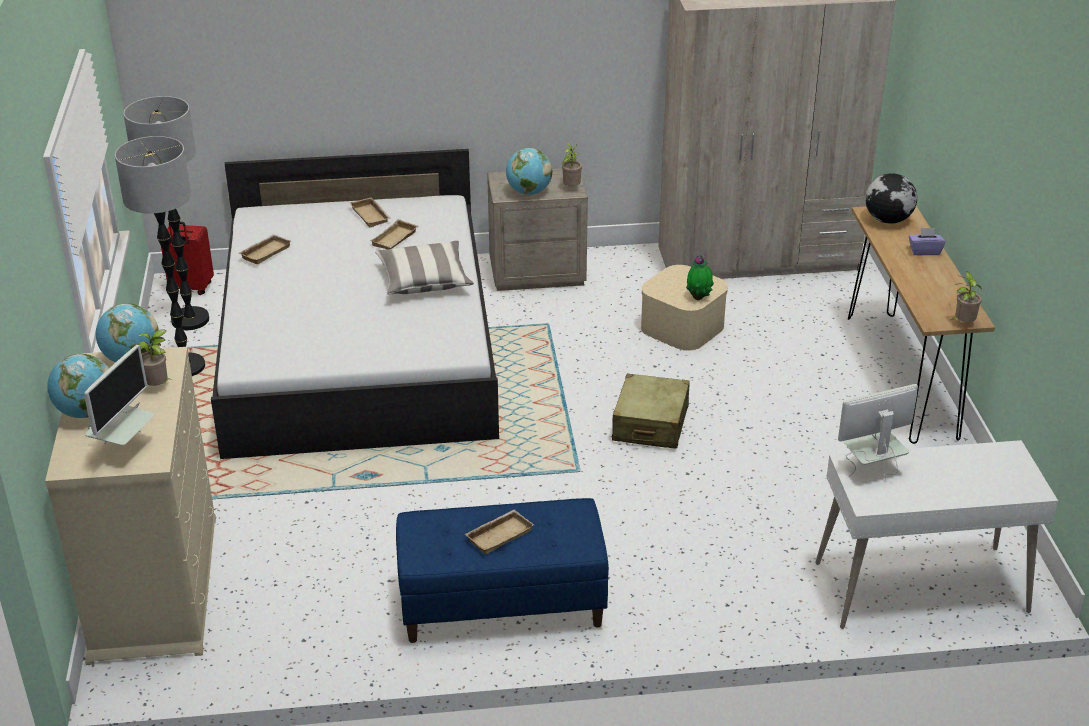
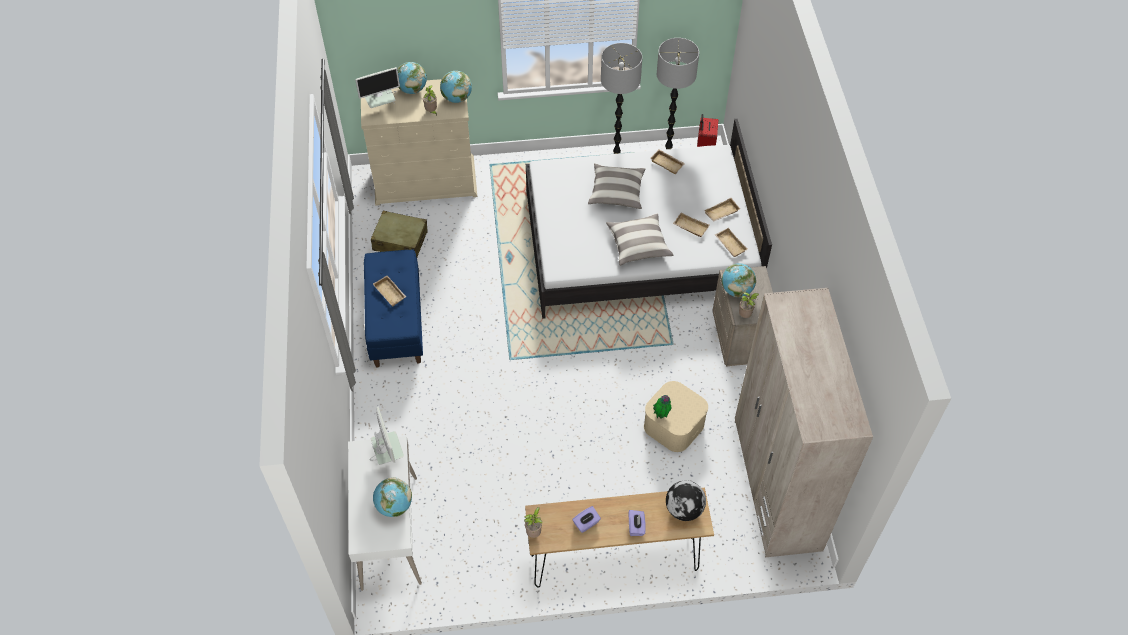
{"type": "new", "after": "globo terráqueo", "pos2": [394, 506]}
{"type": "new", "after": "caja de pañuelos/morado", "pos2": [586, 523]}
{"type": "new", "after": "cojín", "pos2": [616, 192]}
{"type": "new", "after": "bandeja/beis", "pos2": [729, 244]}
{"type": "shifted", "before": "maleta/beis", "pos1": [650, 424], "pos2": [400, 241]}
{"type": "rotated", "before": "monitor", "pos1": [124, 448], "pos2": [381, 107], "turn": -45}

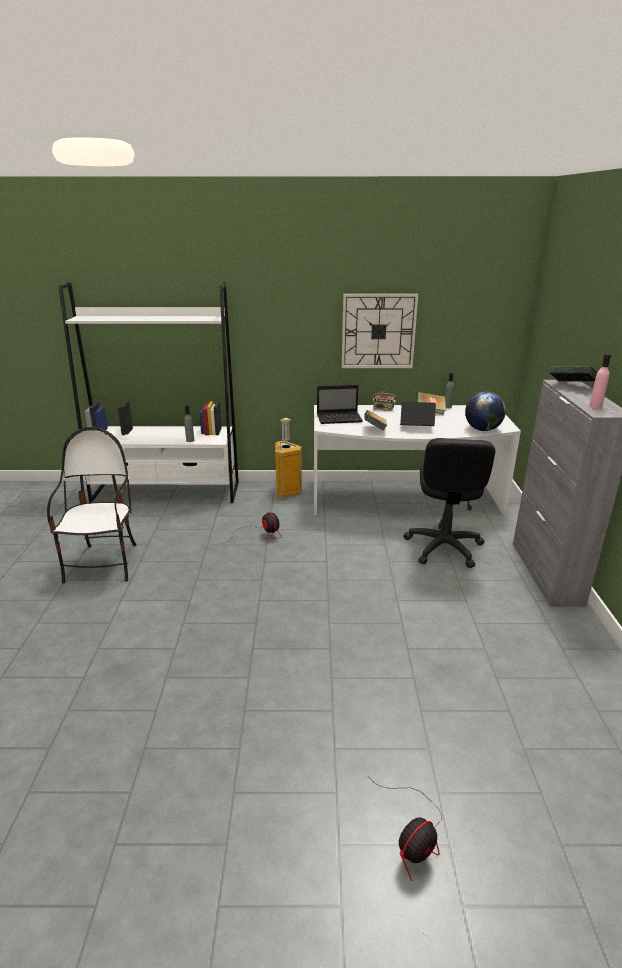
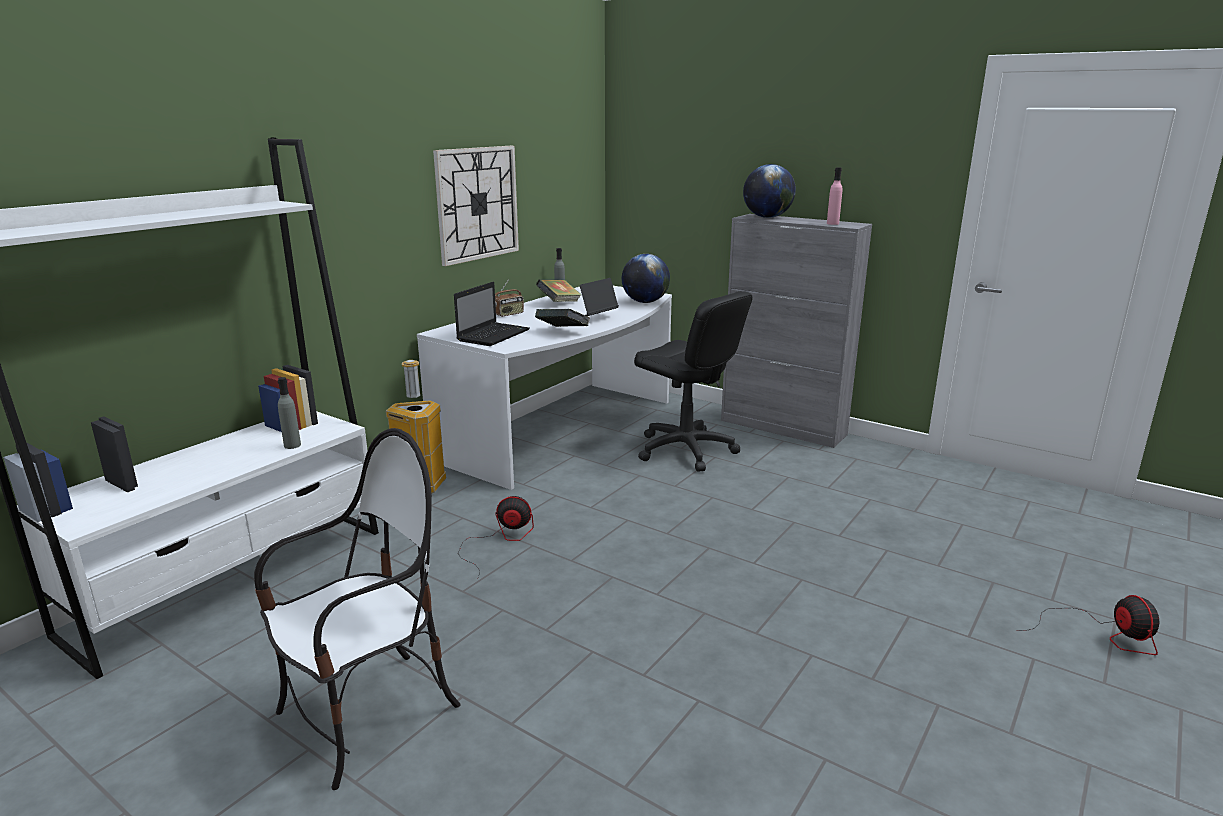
{"type": "swapped", "before": "libro", "after": "globo terráqueo", "pos1": [571, 386], "pos2": [767, 217]}
{"type": "rotated", "before": "silla", "pos1": [104, 564], "pos2": [369, 715], "turn": 105}

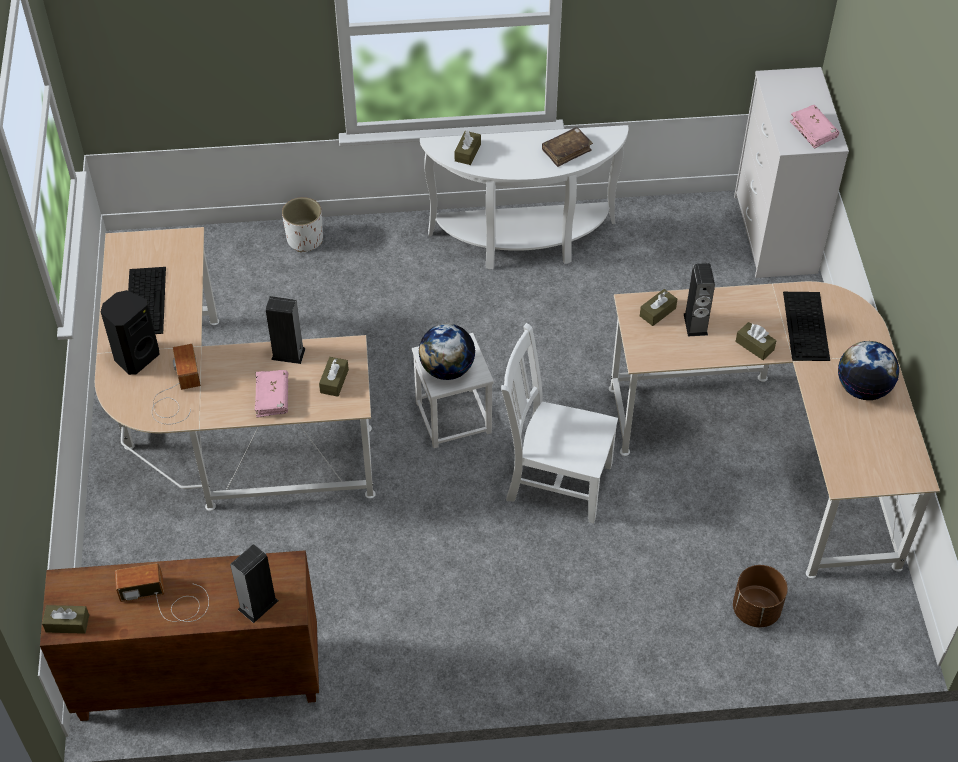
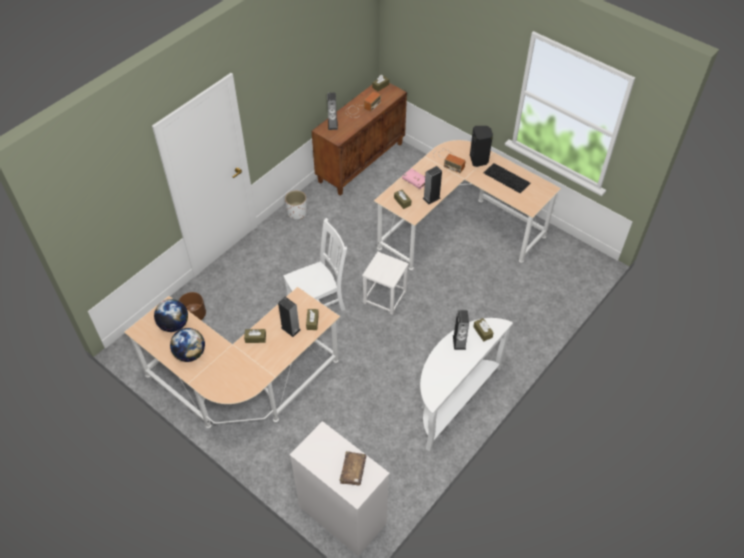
{"type": "gone", "before": "teclado", "pos1": [806, 326]}
{"type": "gone", "before": "libro/rosa", "pos1": [813, 130]}
{"type": "new", "after": "altavoz", "pos2": [459, 342]}
{"type": "shifted", "before": "maceta/blanco", "pos1": [305, 239], "pos2": [297, 213]}
{"type": "shifted", "before": "globo terráqueo", "pos1": [447, 369], "pos2": [174, 324]}
{"type": "shifted", "before": "libro/marrón", "pos1": [566, 151], "pos2": [353, 470]}

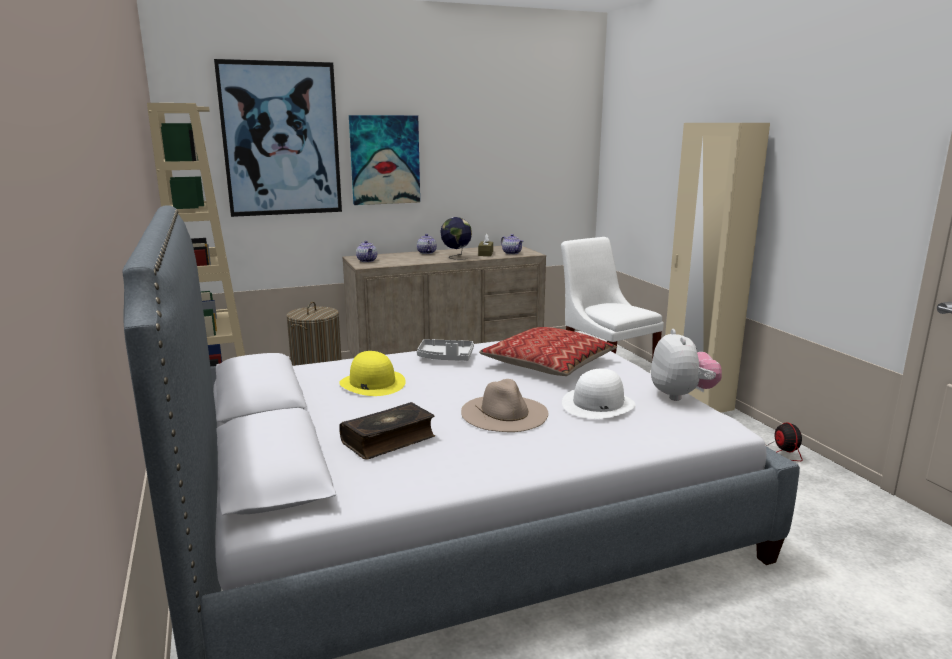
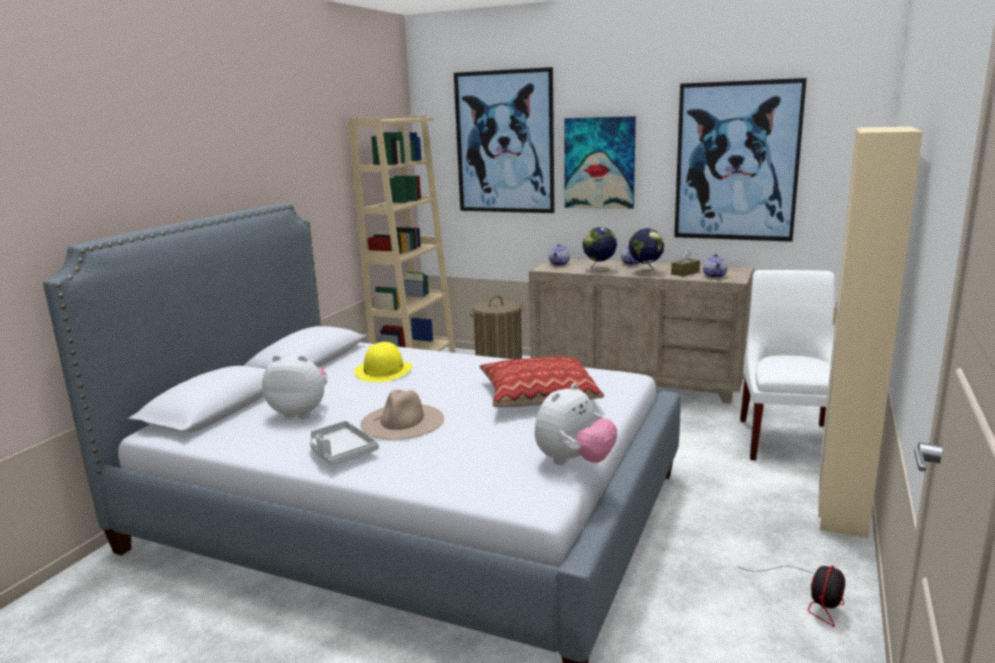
{"type": "gone", "before": "sombrero/blanco", "pos1": [598, 404]}
{"type": "new", "after": "globo terráqueo", "pos2": [599, 270]}
{"type": "new", "after": "cuadro", "pos2": [736, 162]}
{"type": "shifted", "before": "bandeja/gris", "pos1": [445, 358], "pos2": [340, 452]}
{"type": "swapped", "before": "libro", "after": "peluche", "pos1": [389, 440], "pos2": [300, 412]}

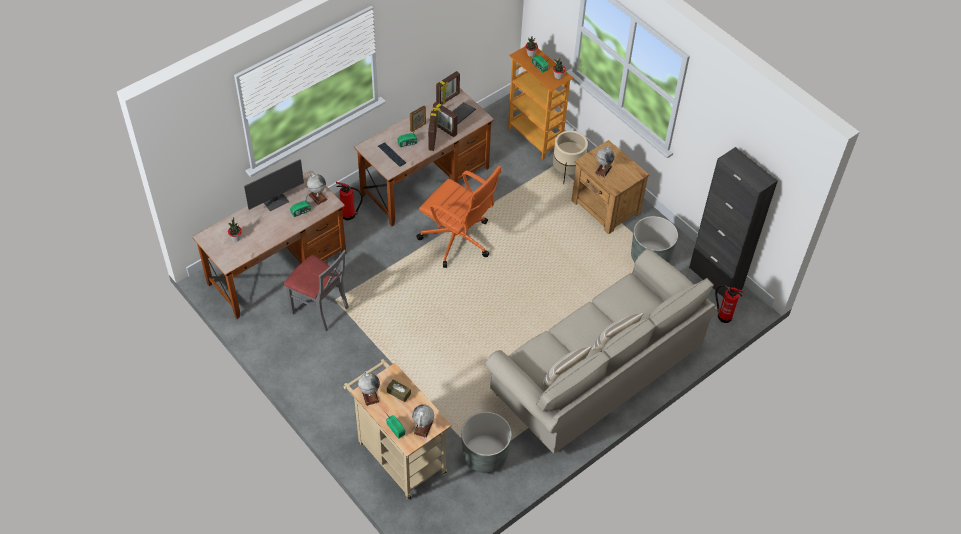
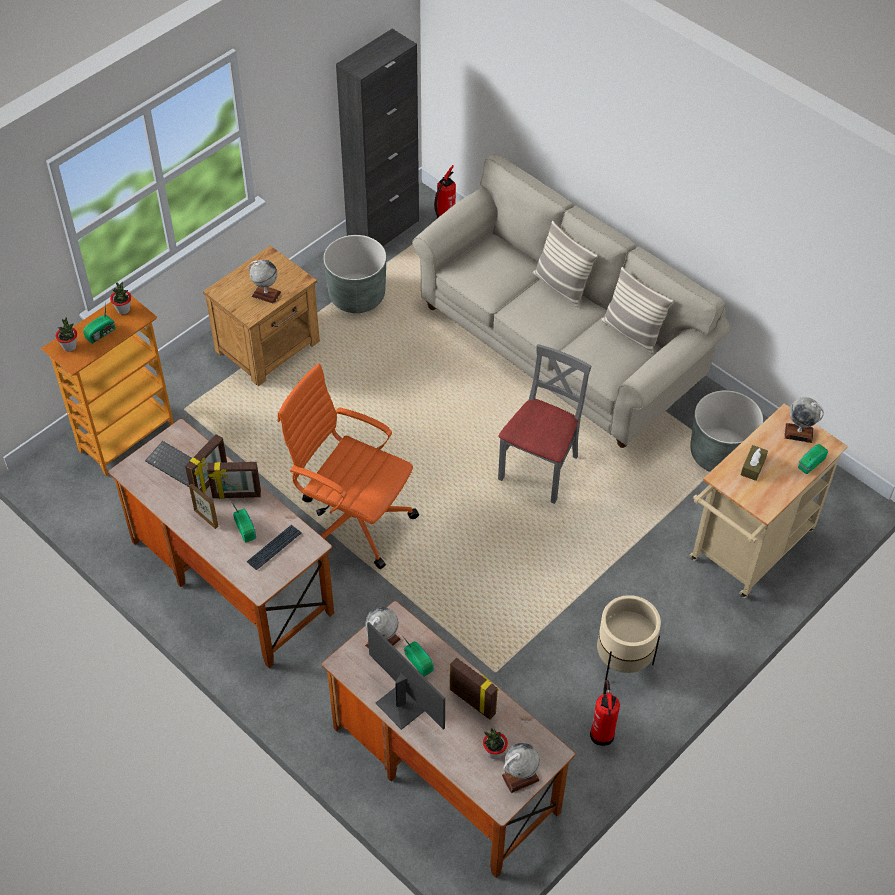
{"type": "shifted", "before": "silla/gris", "pos1": [320, 309], "pos2": [540, 469]}
{"type": "shifted", "before": "extintor", "pos1": [349, 215], "pos2": [602, 732]}
{"type": "shifted", "before": "globo terráqueo", "pos1": [370, 395], "pos2": [520, 778]}
{"type": "shifted", "before": "portarretratos", "pos1": [448, 99], "pos2": [473, 701]}
{"type": "shifted", "before": "maceta/beis", "pos1": [567, 172], "pos2": [623, 660]}
{"type": "rotated", "before": "silla de oficina/naranja", "pos1": [458, 240], "pos2": [352, 520], "turn": -90}

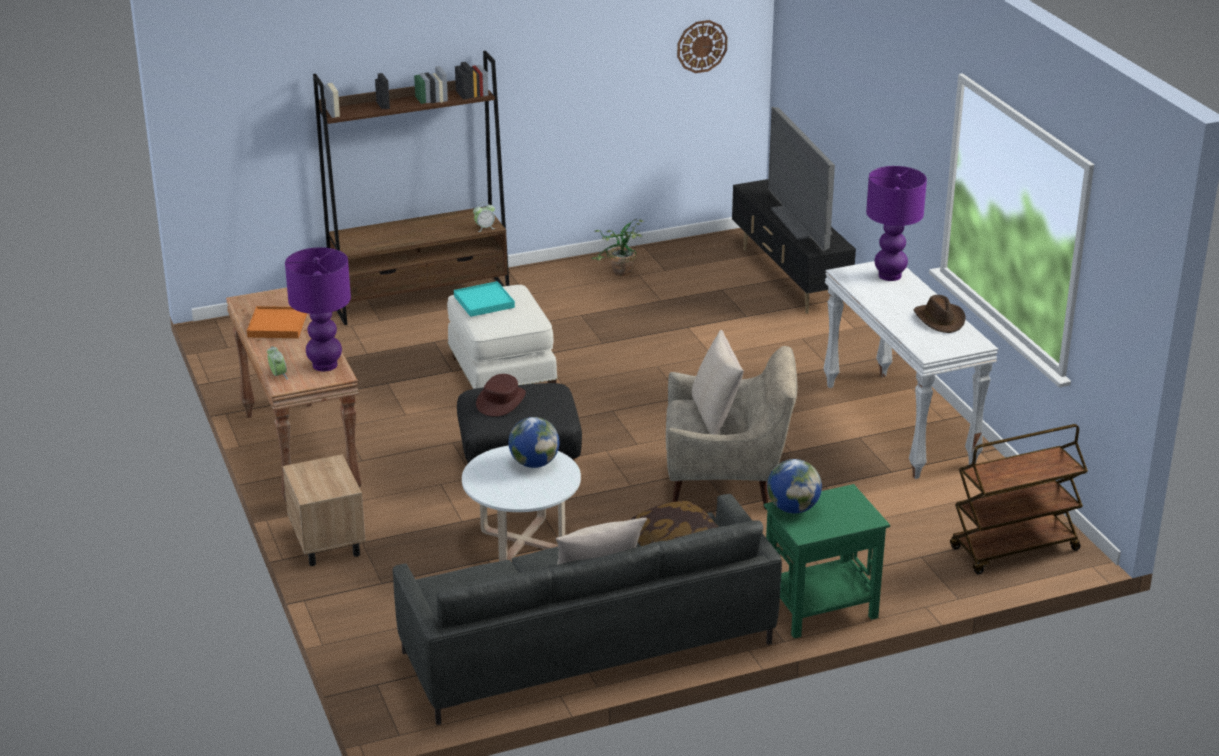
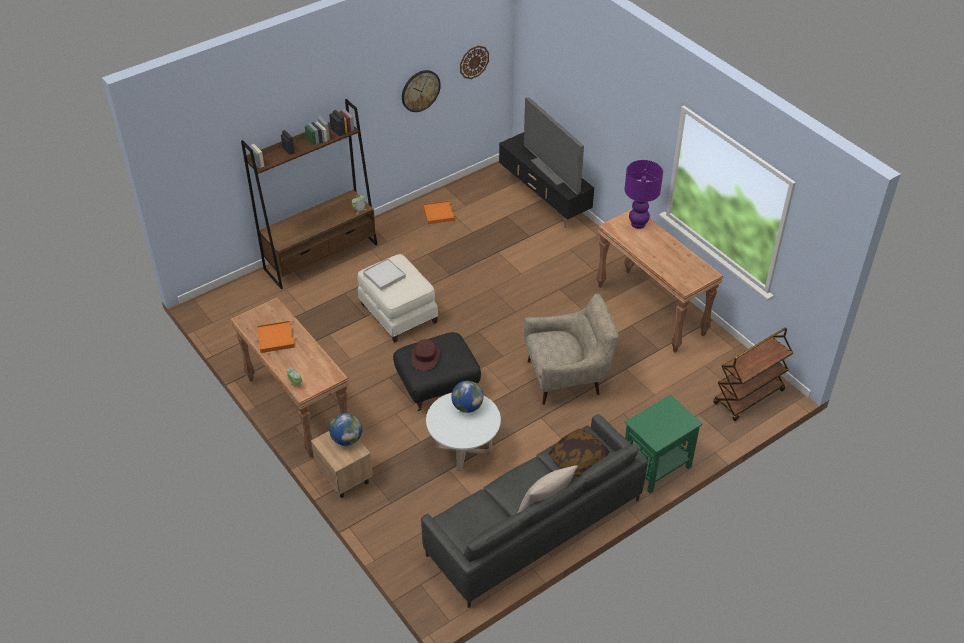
{"type": "gone", "before": "lámpara de mesa/morado", "pos1": [325, 365]}
{"type": "gone", "before": "cojín/beis", "pos1": [715, 416]}
{"type": "gone", "before": "sombrero/marrón", "pos1": [940, 319]}
{"type": "new", "after": "reloj de pared", "pos2": [420, 90]}
{"type": "shifted", "before": "globo terráqueo", "pos1": [793, 508], "pos2": [346, 439]}
{"type": "swapped", "before": "planta en maceta", "after": "bandeja/naranja", "pos1": [619, 274], "pos2": [438, 214]}
{"type": "repainted", "before": "bandeja/turquesa", "after": "bandeja/blanco", "pos1": [484, 302], "pos2": [384, 275]}
{"type": "repainted", "before": "mesa consola/blanco", "after": "mesa consola/marrón", "pos1": [900, 424], "pos2": [651, 310]}

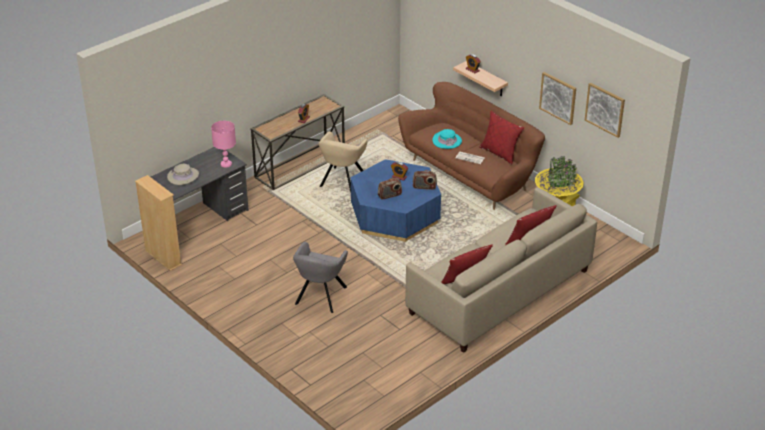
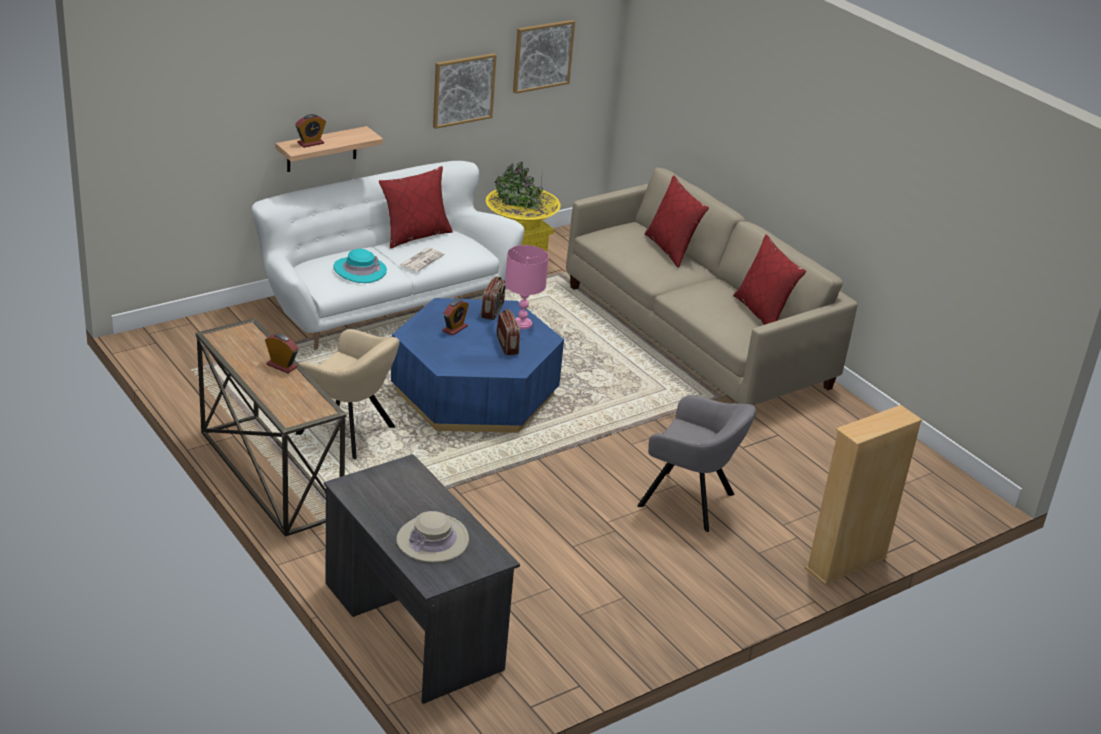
{"type": "shifted", "before": "estantería/beis", "pos1": [163, 257], "pos2": [846, 563]}
{"type": "shifted", "before": "lámpara de mesa/rosa", "pos1": [226, 164], "pos2": [521, 324]}
{"type": "repainted", "before": "sofá/marrón", "after": "sofá/blanco", "pos1": [471, 174], "pos2": [382, 305]}

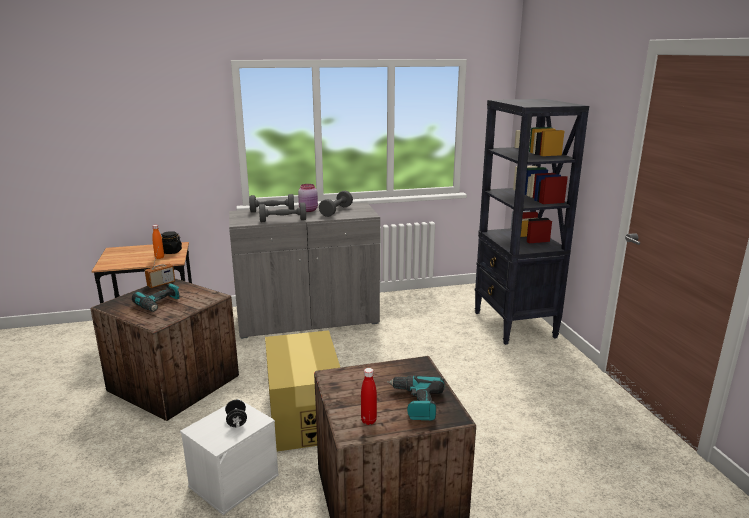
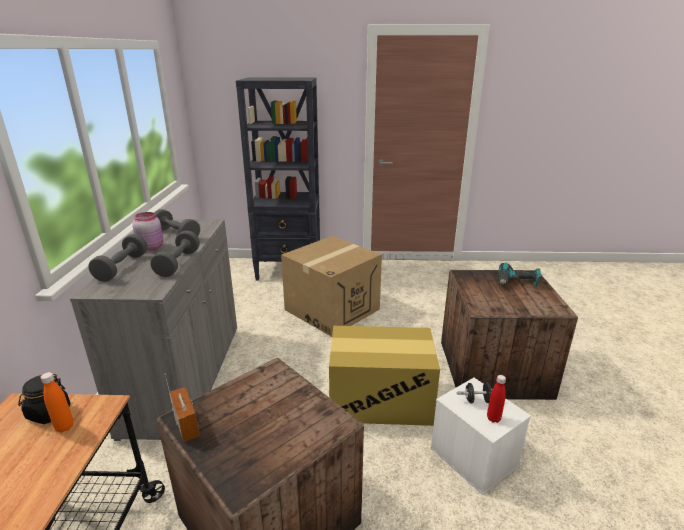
{"type": "gone", "before": "taladro", "pos1": [160, 304]}
{"type": "new", "after": "caja de cartón", "pos2": [332, 309]}
{"type": "shifted", "before": "botella/rojo", "pos1": [368, 421], "pos2": [493, 418]}

